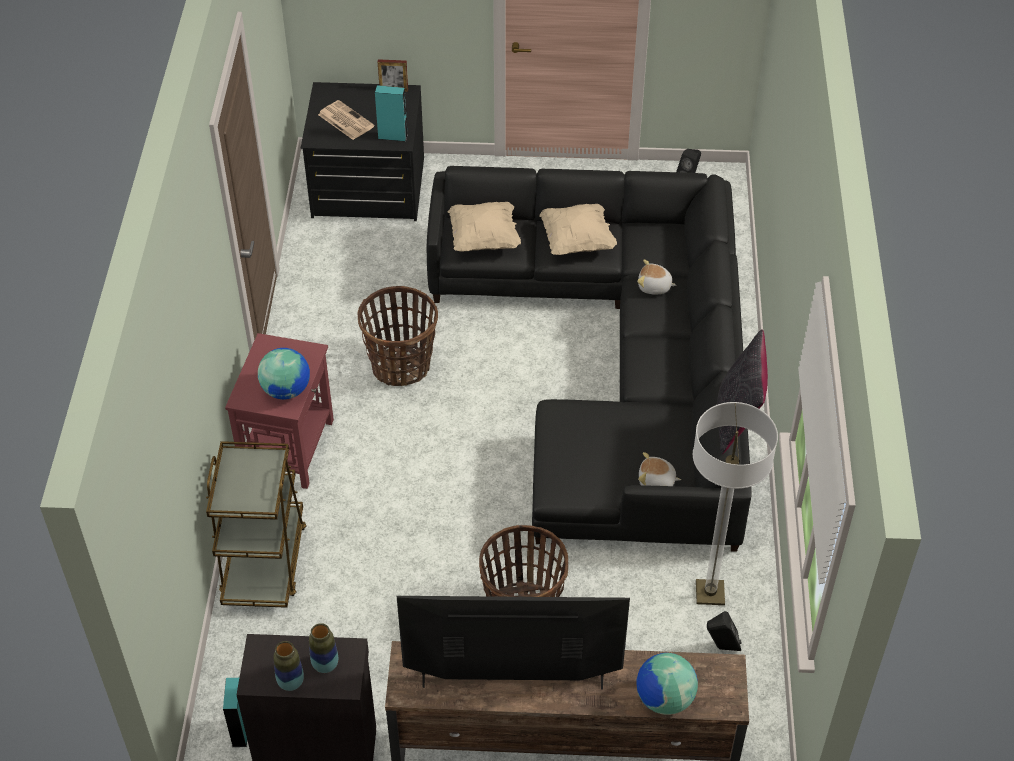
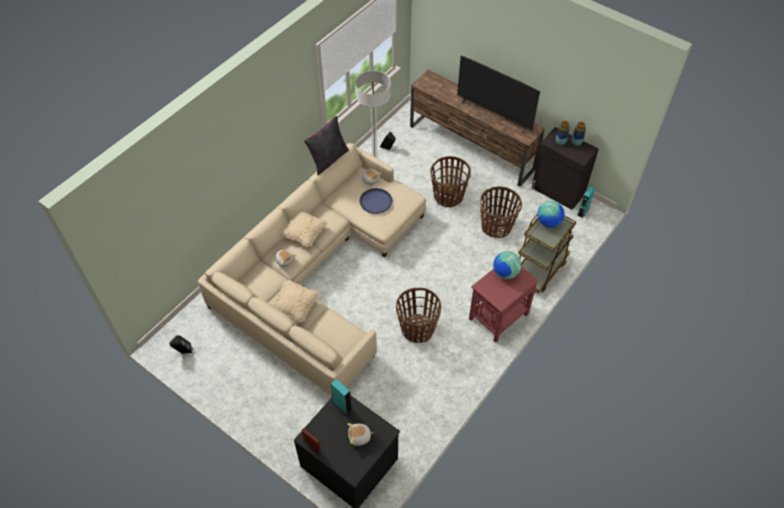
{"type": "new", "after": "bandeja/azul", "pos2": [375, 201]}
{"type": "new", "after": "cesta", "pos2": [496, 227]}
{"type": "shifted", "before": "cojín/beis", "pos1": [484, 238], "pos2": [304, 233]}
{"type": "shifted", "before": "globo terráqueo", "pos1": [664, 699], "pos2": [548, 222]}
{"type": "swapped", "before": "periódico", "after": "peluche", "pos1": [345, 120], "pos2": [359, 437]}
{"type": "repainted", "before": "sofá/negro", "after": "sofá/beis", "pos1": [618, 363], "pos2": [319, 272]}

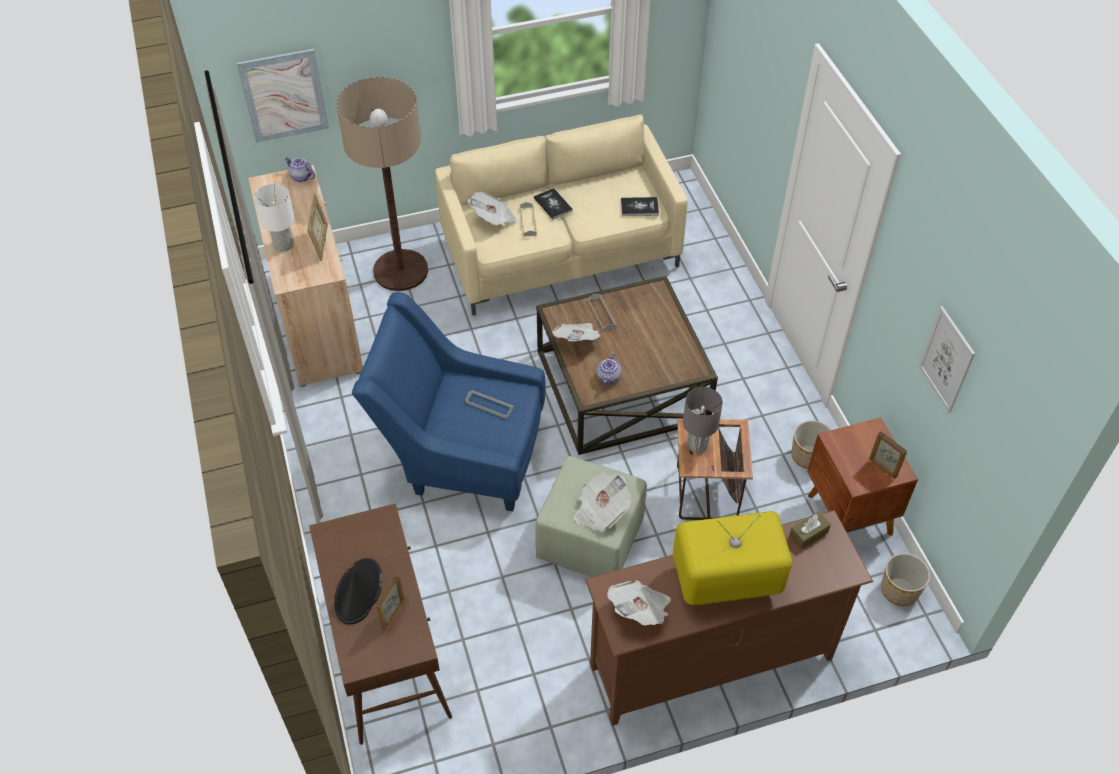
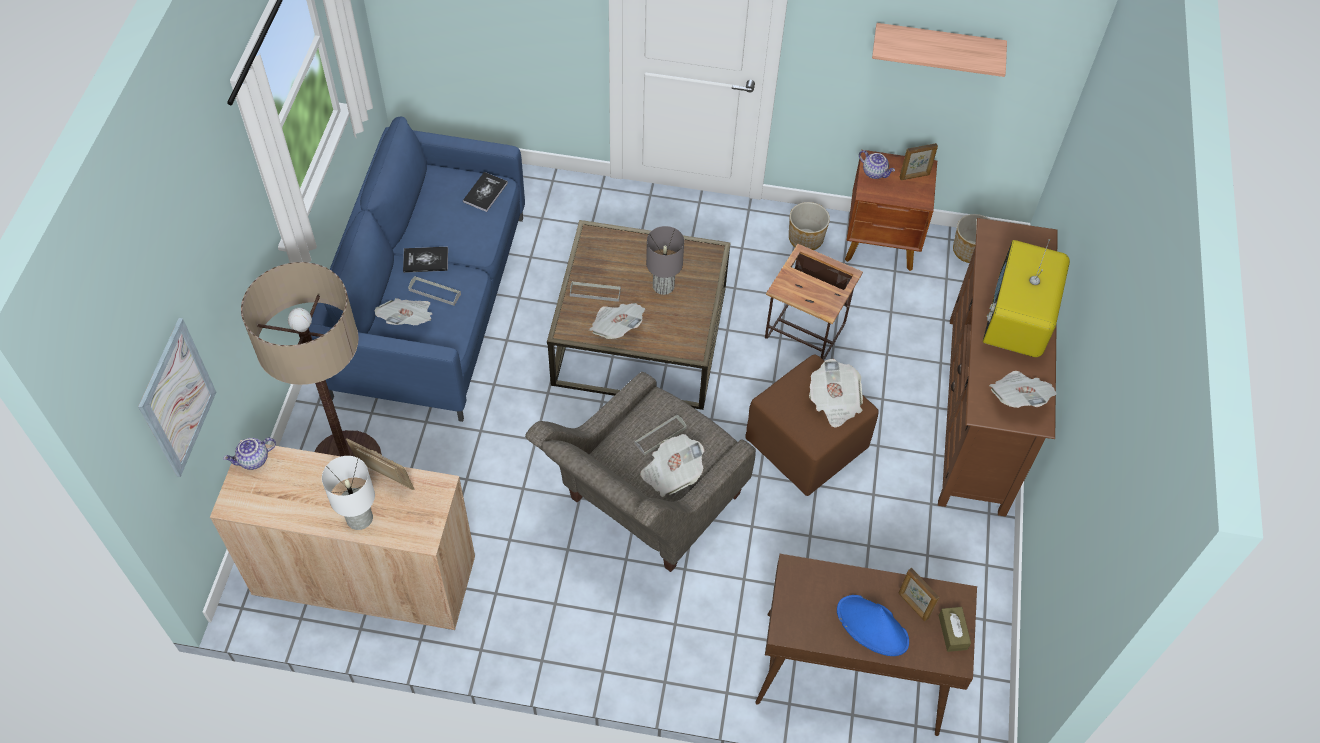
{"type": "new", "after": "periódico", "pos2": [671, 473]}
{"type": "shifted", "before": "tetera", "pos1": [609, 378], "pos2": [875, 172]}
{"type": "shifted", "before": "lámpara de mesa/gris", "pos1": [697, 445], "pos2": [663, 287]}
{"type": "shifted", "before": "caja de pañuelos/marrón", "pos1": [808, 534], "pos2": [952, 632]}
{"type": "swapped", "before": "cuadro", "after": "estante", "pos1": [946, 360], "pos2": [937, 47]}
{"type": "repainted", "before": "sombrero/negro", "after": "sombrero/azul", "pos1": [358, 592], "pos2": [872, 626]}
{"type": "repainted", "before": "sillón/azul", "after": "sillón/gris", "pos1": [461, 453], "pos2": [643, 509]}
{"type": "repainted", "before": "sofá/beis", "after": "sofá/azul", "pos1": [560, 254], "pos2": [431, 306]}
{"type": "repainted", "before": "puf/verde", "after": "puf/marrón", "pos1": [590, 541], "pos2": [807, 445]}

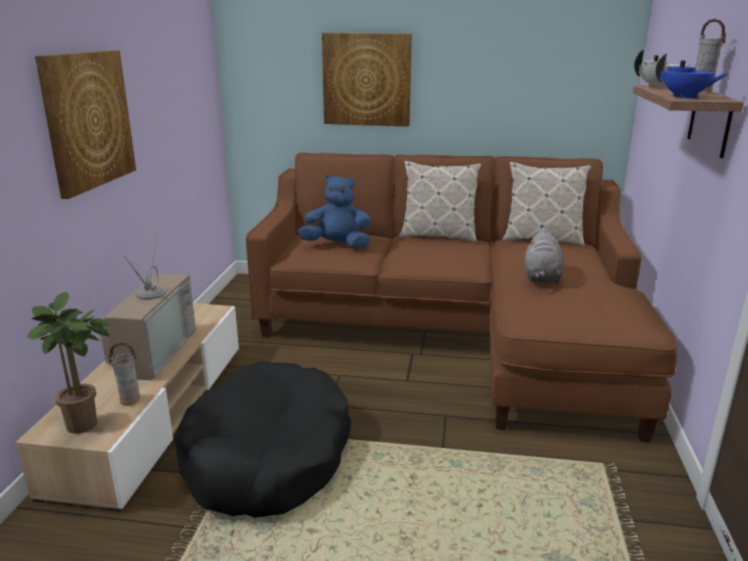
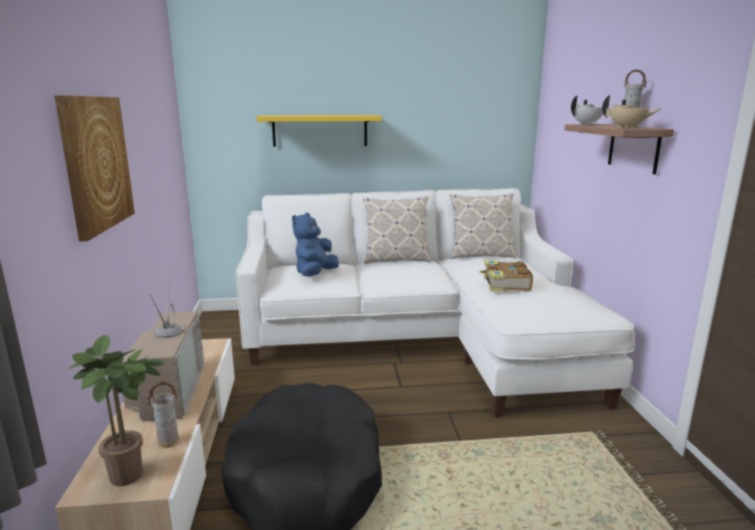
{"type": "swapped", "before": "cuadro", "after": "estante/amarillo", "pos1": [367, 80], "pos2": [320, 130]}
{"type": "swapped", "before": "peluche/gris", "after": "libro", "pos1": [541, 278], "pos2": [505, 284]}
{"type": "repainted", "before": "sofá/marrón", "after": "sofá/blanco", "pos1": [458, 331], "pos2": [422, 339]}
{"type": "repainted", "before": "tetera/azul", "after": "tetera/beis", "pos1": [684, 97], "pos2": [627, 128]}
{"type": "rotated", "before": "peluche/azul", "pos1": [337, 245], "pos2": [315, 274], "turn": -60}

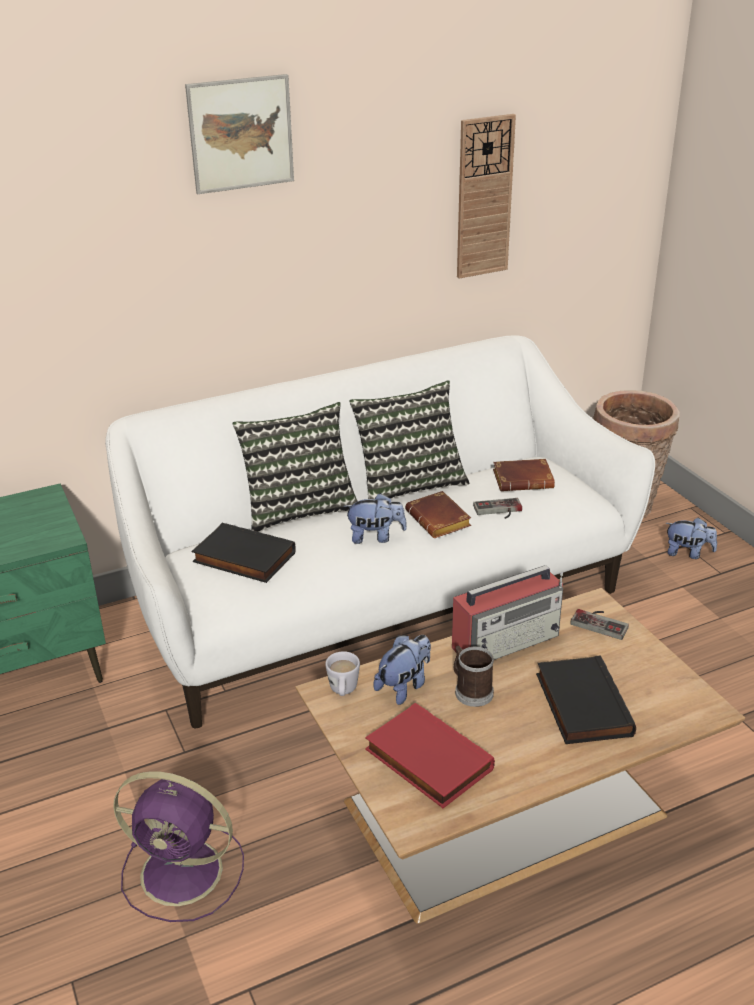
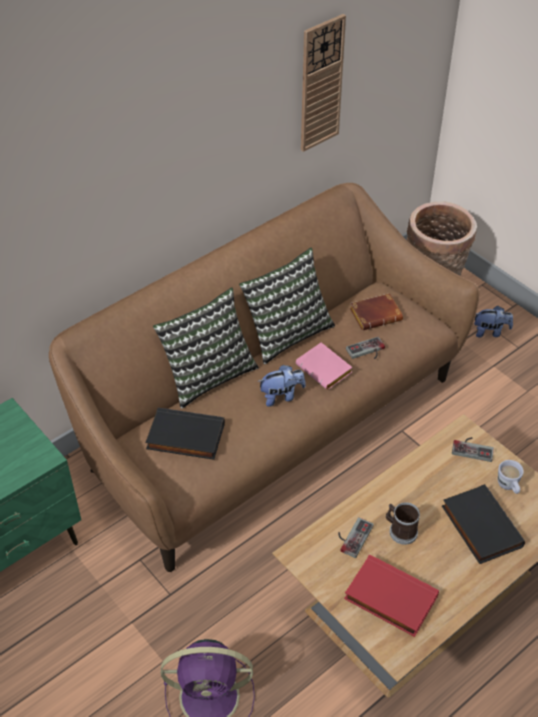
{"type": "gone", "before": "cuadro", "pos1": [241, 134]}
{"type": "gone", "before": "radio", "pos1": [507, 640]}
{"type": "shifted", "before": "taza grande/blanco", "pos1": [343, 692], "pos2": [508, 487]}
{"type": "swapped", "before": "peluche", "after": "mando de consola", "pos1": [404, 686], "pos2": [352, 536]}
{"type": "repainted", "before": "sofá/blanco", "after": "sofá/marrón", "pos1": [379, 601], "pos2": [269, 422]}
{"type": "repainted", "before": "libro/marrón", "after": "libro/rosa", "pos1": [440, 520], "pos2": [326, 370]}

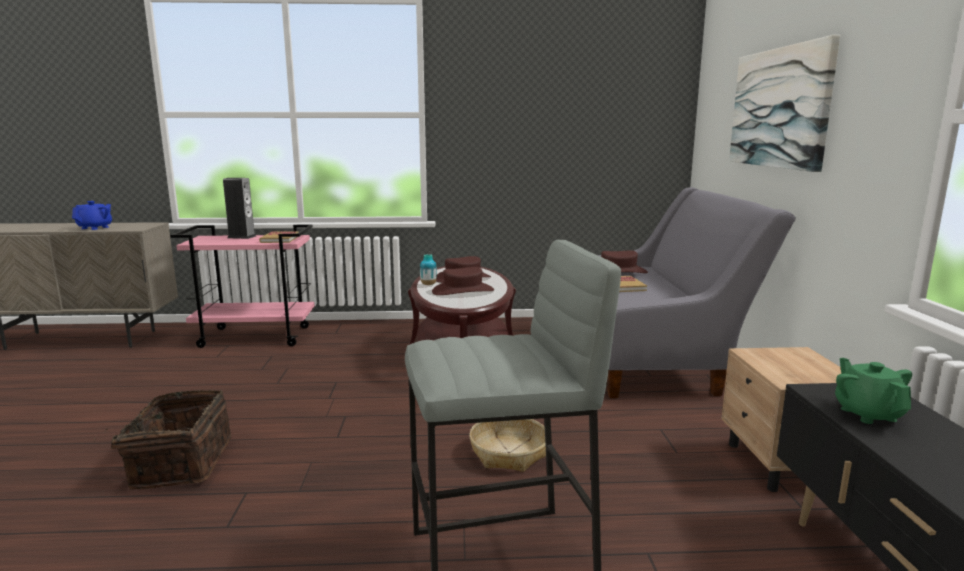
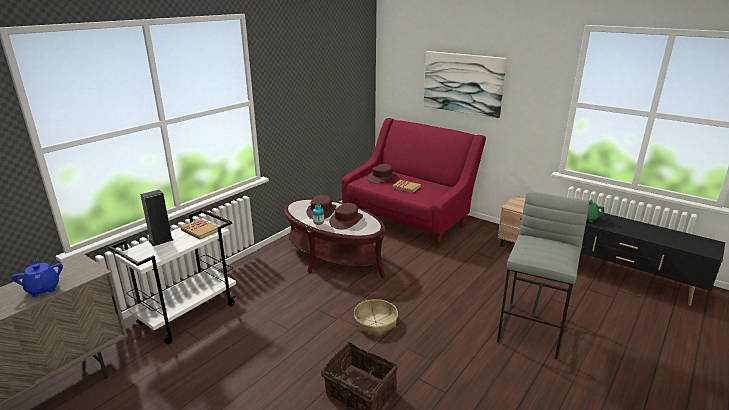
{"type": "shifted", "before": "cesta", "pos1": [509, 453], "pos2": [375, 322]}
{"type": "repainted", "before": "carrito/rosa", "after": "carrito/blanco", "pos1": [257, 337], "pos2": [188, 313]}
{"type": "repainted", "before": "sofá/gris", "after": "sofá/rojo", "pos1": [647, 356], "pos2": [408, 219]}

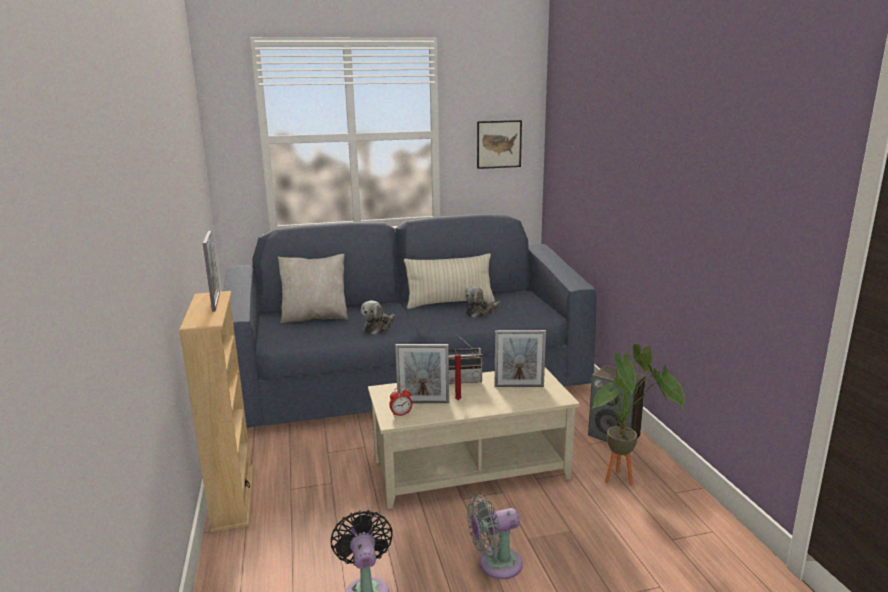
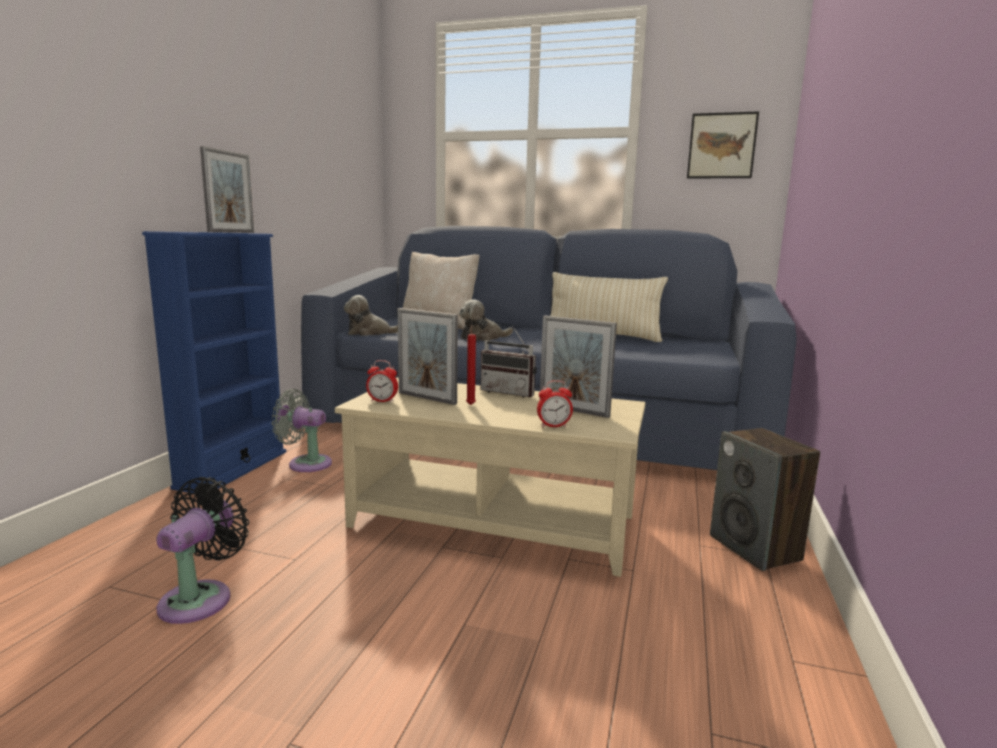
{"type": "gone", "before": "planta en maceta", "pos1": [625, 479]}
{"type": "new", "after": "despertador", "pos2": [553, 426]}
{"type": "shifted", "before": "peluche", "pos1": [480, 312], "pos2": [369, 333]}
{"type": "shifted", "before": "ventilador/gris", "pos1": [495, 564], "pos2": [306, 463]}
{"type": "repainted", "before": "estantería/beis", "after": "estantería/azul", "pos1": [233, 497], "pos2": [232, 469]}

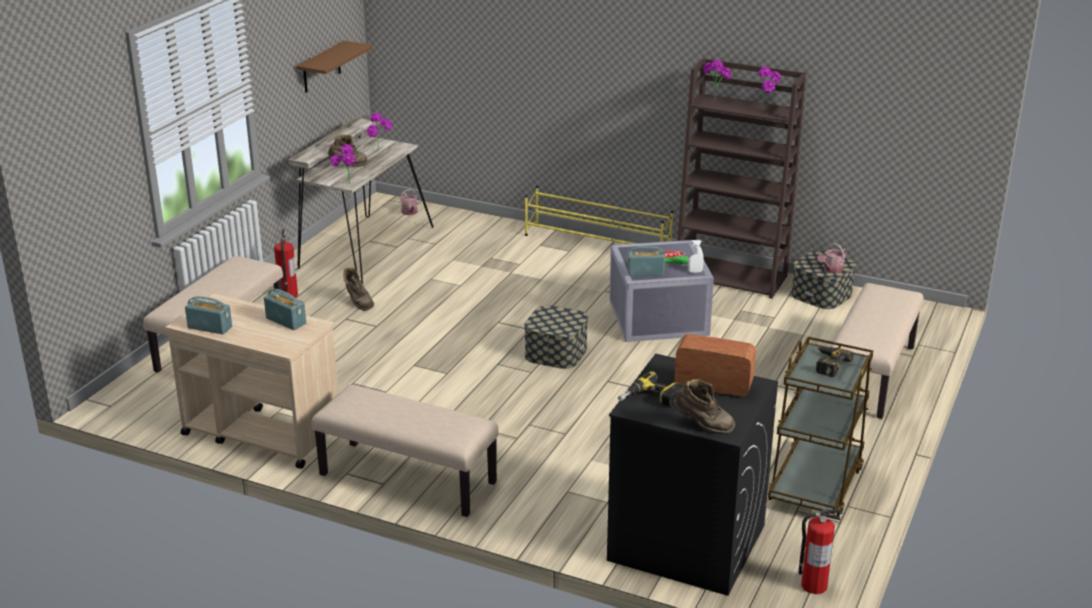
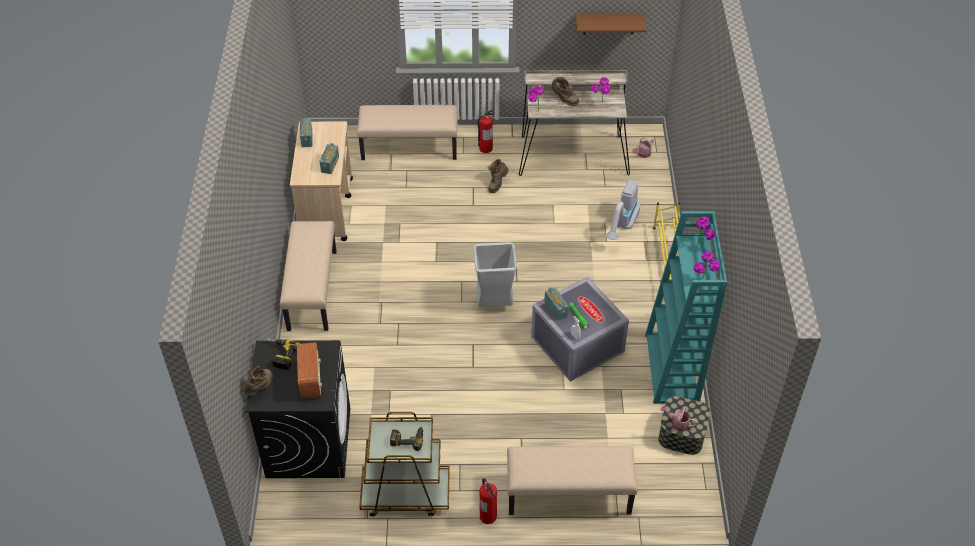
{"type": "new", "after": "aspiradora", "pos2": [621, 227]}
{"type": "shifted", "before": "extintor", "pos1": [813, 585], "pos2": [488, 516]}
{"type": "swapped", "before": "caja de almacenaje", "after": "papelera/gris", "pos1": [556, 352], "pos2": [494, 305]}
{"type": "repainted", "before": "estantería/marrón", "after": "estantería/turquesa", "pos1": [732, 277], "pos2": [672, 369]}
{"type": "rotated", "before": "bota/marrón", "pos1": [703, 426], "pos2": [260, 388], "turn": -150}

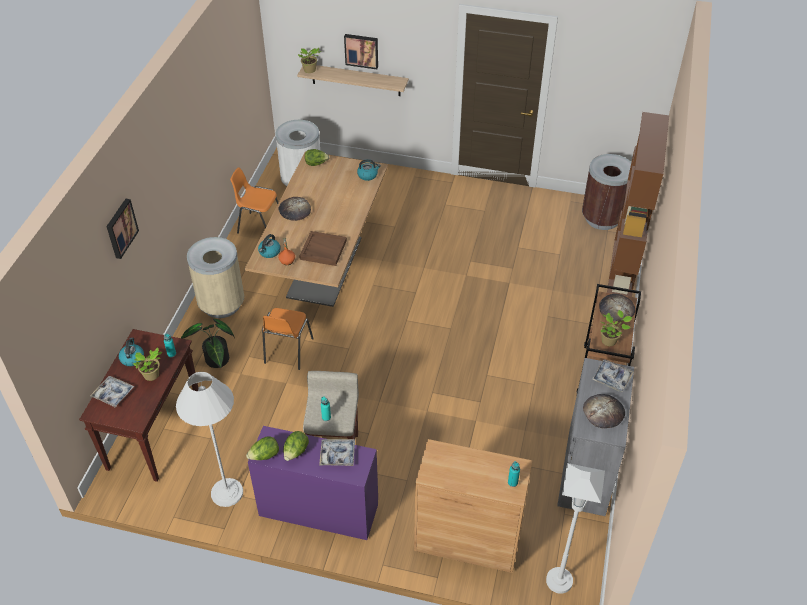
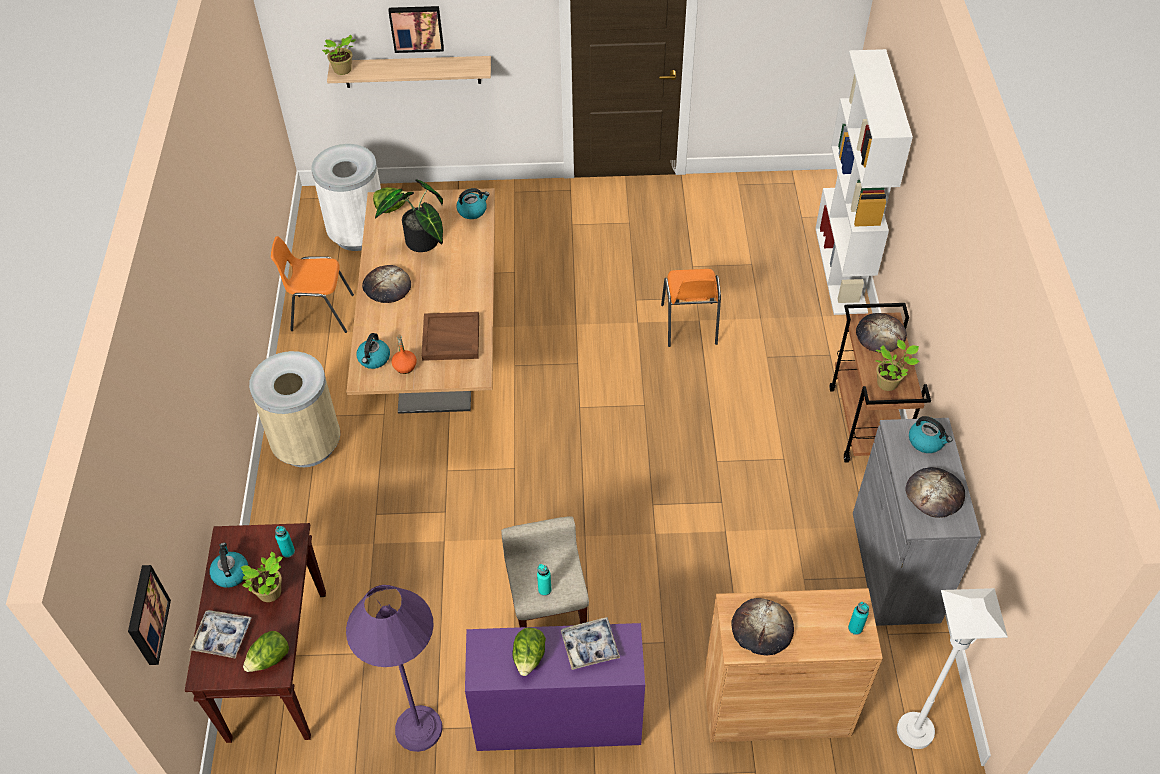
{"type": "gone", "before": "papelera/marrón", "pos1": [602, 218]}
{"type": "new", "after": "pan", "pos2": [761, 629]}
{"type": "shifted", "before": "cuadro", "pos1": [120, 228], "pos2": [145, 615]}
{"type": "shifted", "before": "planta en maceta", "pos1": [216, 361], "pos2": [422, 244]}
{"type": "shifted", "before": "lechuga", "pos1": [264, 456], "pos2": [269, 659]}
{"type": "shifted", "before": "silla/naranja", "pos1": [287, 352], "pos2": [689, 326]}
{"type": "swapped", "before": "bandeja", "after": "hervidor", "pos1": [611, 378], "pos2": [926, 441]}
{"type": "repainted", "before": "lámpara de pie/blanco", "after": "lámpara de pie/morado", "pos1": [227, 492], "pos2": [418, 728]}
{"type": "repainted", "before": "estantería/marrón", "after": "estantería/blanco", "pos1": [623, 271], "pos2": [841, 270]}

